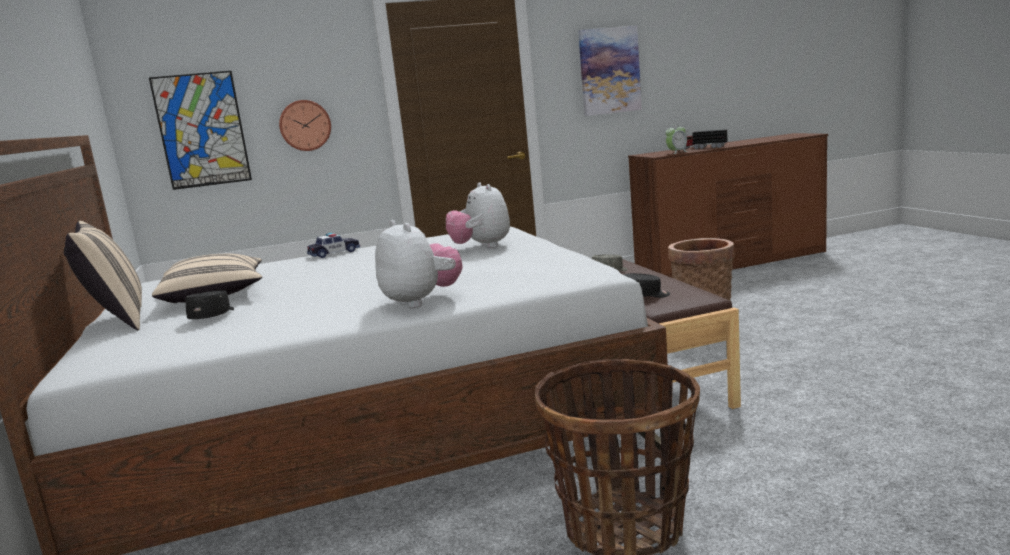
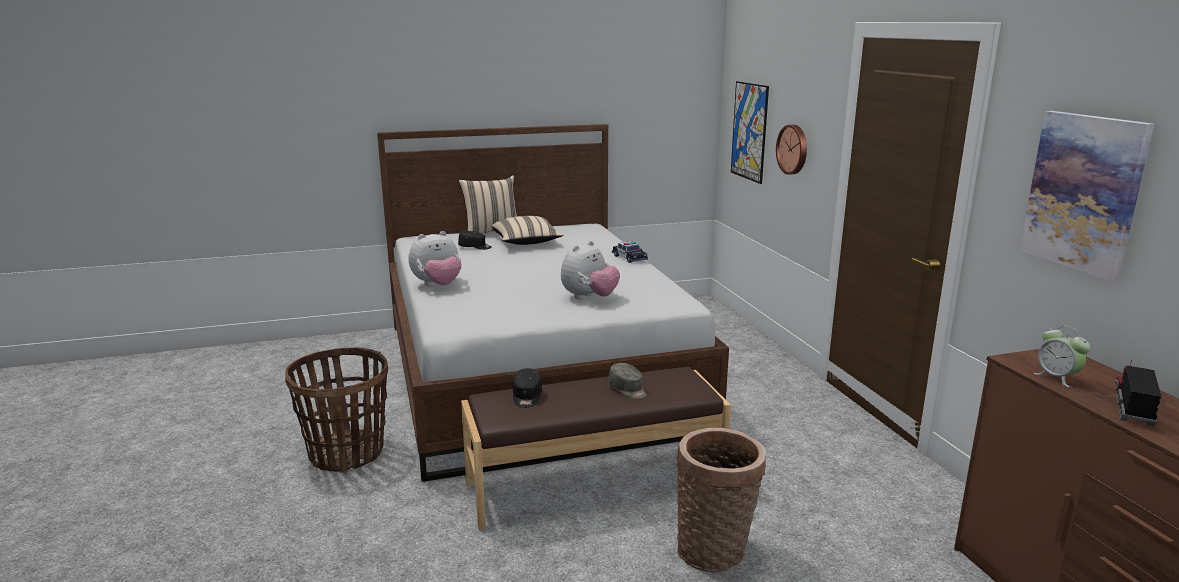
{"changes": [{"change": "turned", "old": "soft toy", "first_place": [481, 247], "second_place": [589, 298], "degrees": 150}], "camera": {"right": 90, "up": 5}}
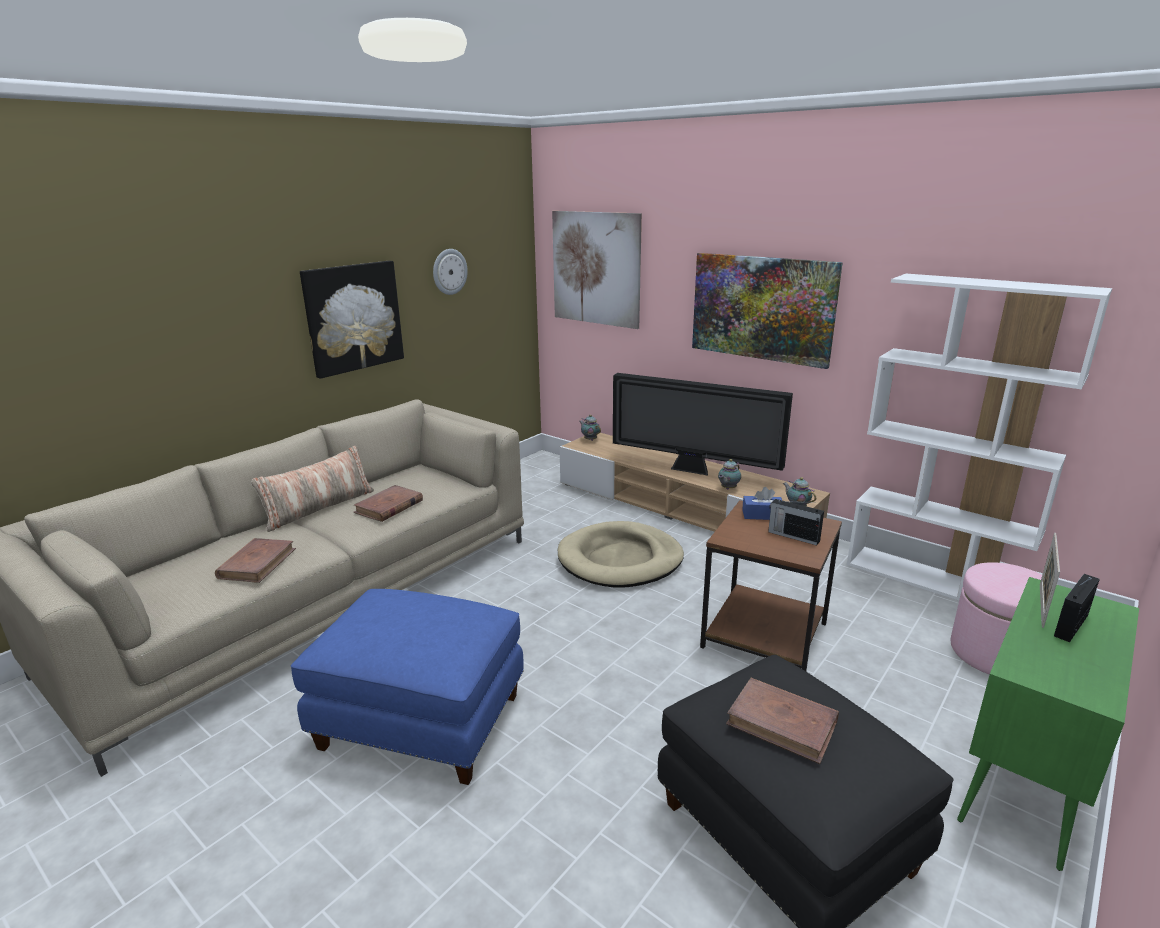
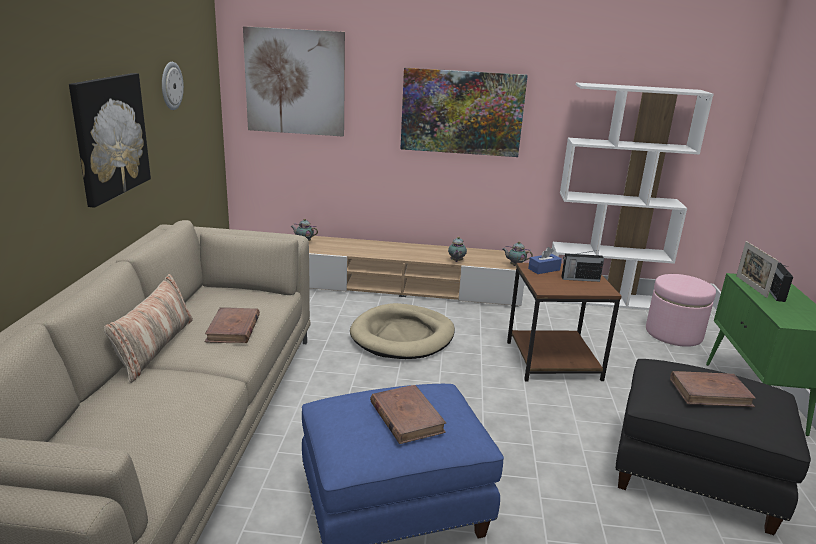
{"changes": [{"change": "removed", "old": "TV set", "first_place": [693, 470]}, {"change": "moved", "old": "brown-coloured book", "first_place": [257, 563], "second_place": [406, 417]}], "camera": {"right": -35, "up": 0}}
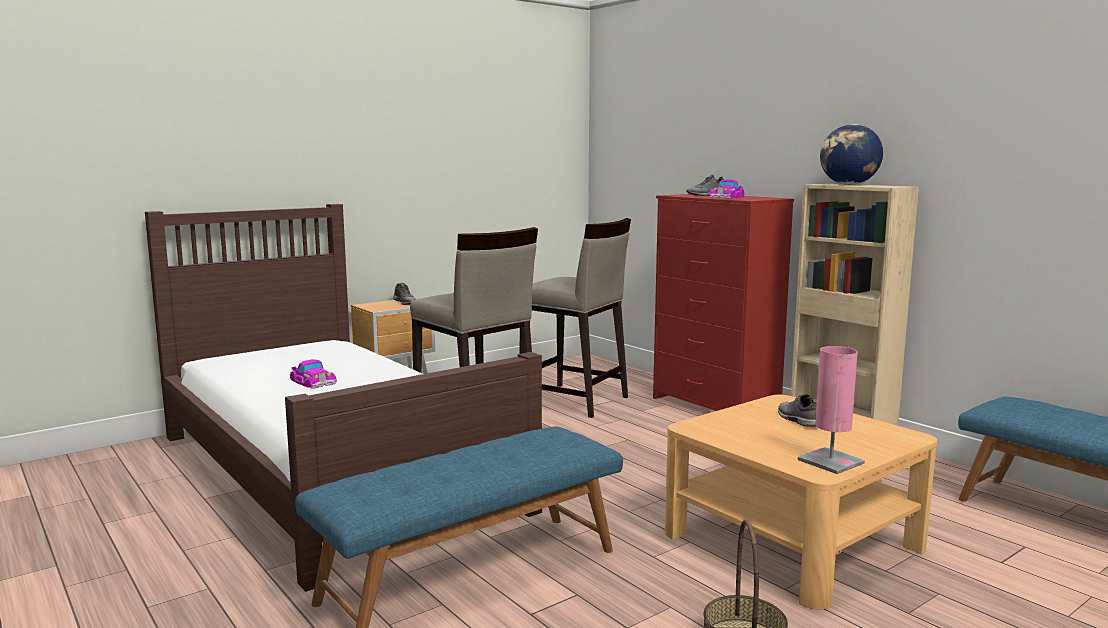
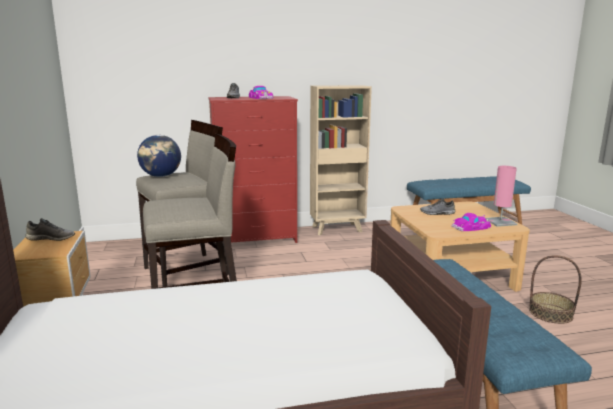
{"changes": [{"change": "moved", "old": "world globe", "first_place": [849, 184], "second_place": [161, 176]}, {"change": "moved", "old": "model car", "first_place": [312, 381], "second_place": [471, 227]}], "camera": {"right": -65, "up": 5}}
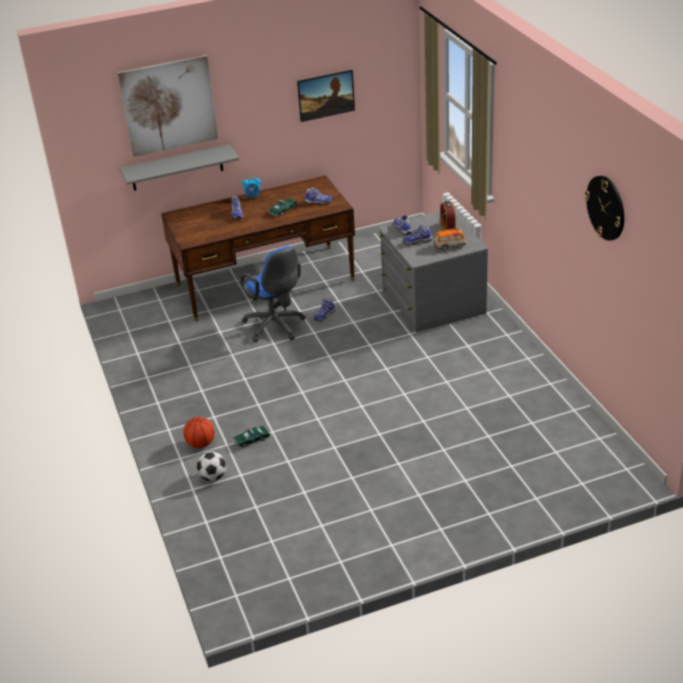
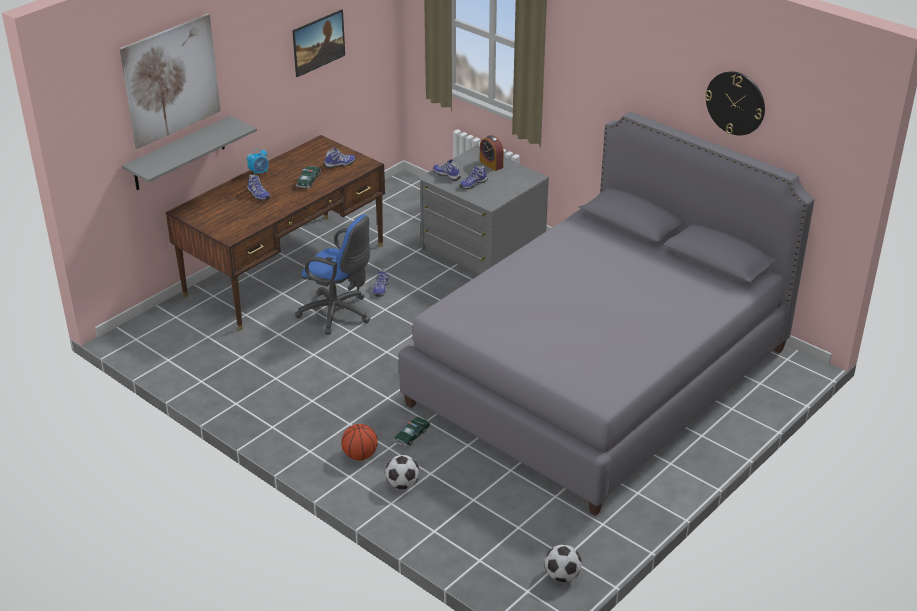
{"changes": [{"change": "removed", "old": "model car", "first_place": [449, 246]}, {"change": "added", "new": "grey sleeping bed", "second_place": [599, 376]}, {"change": "added", "new": "football ball", "second_place": [562, 576]}], "camera": {"right": -30, "up": 0}}
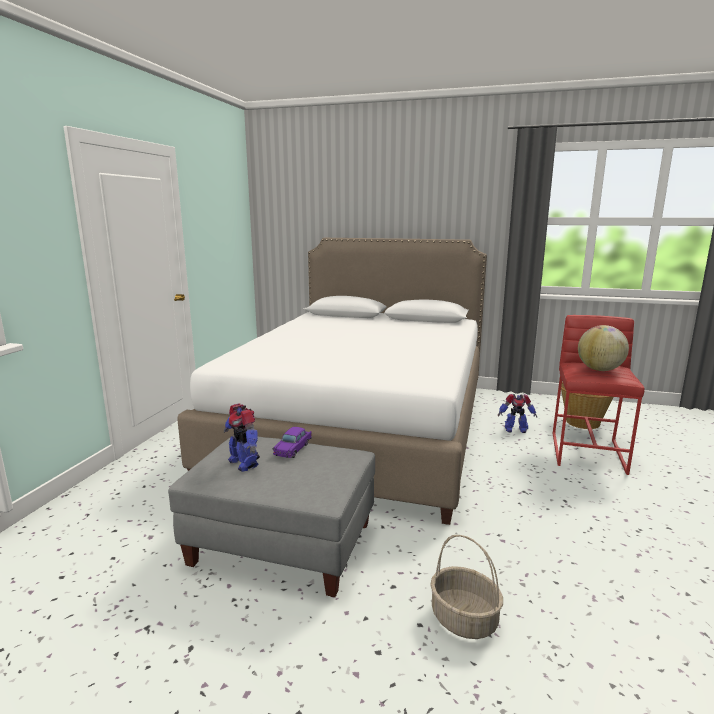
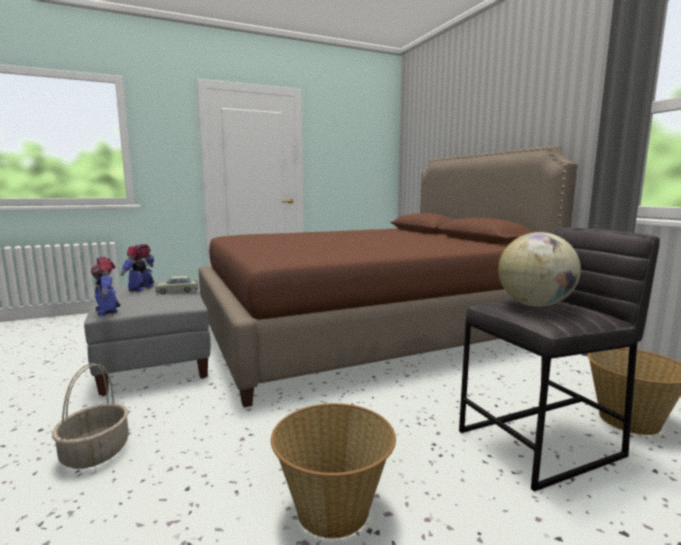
{"changes": [{"change": "recoloured", "old": "white sleeping bed", "new": "brown-coloured sleeping bed", "first_place": [361, 426], "second_place": [365, 331]}, {"change": "recoloured", "old": "red-coloured sitting stool", "new": "grey sitting stool", "first_place": [588, 452], "second_place": [541, 444]}, {"change": "moved", "old": "robot figure", "first_place": [515, 430], "second_place": [107, 311]}, {"change": "recoloured", "old": "purple model car", "new": "sand-coloured model car", "first_place": [293, 448], "second_place": [177, 291]}, {"change": "added", "new": "household basket", "second_place": [333, 510]}], "camera": {"right": 50, "up": -5}}
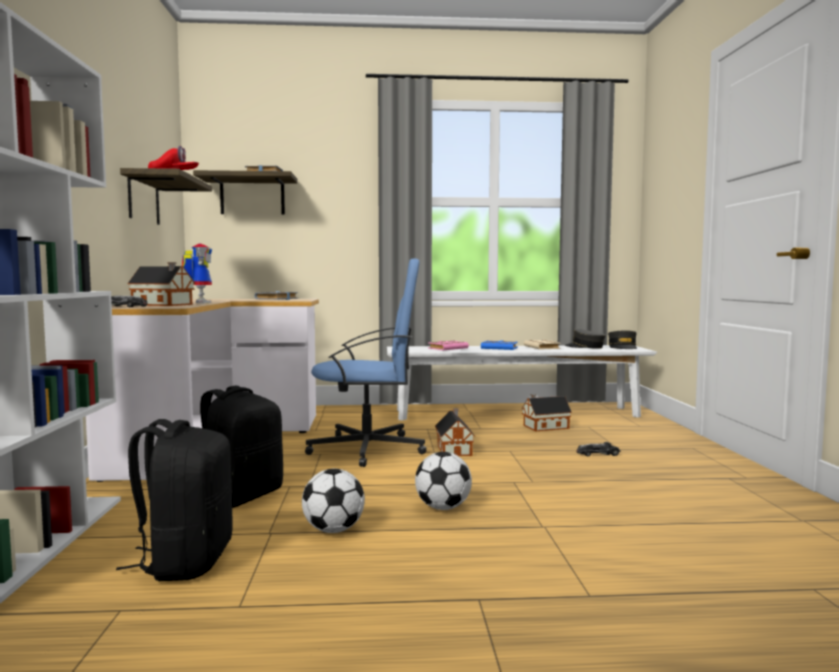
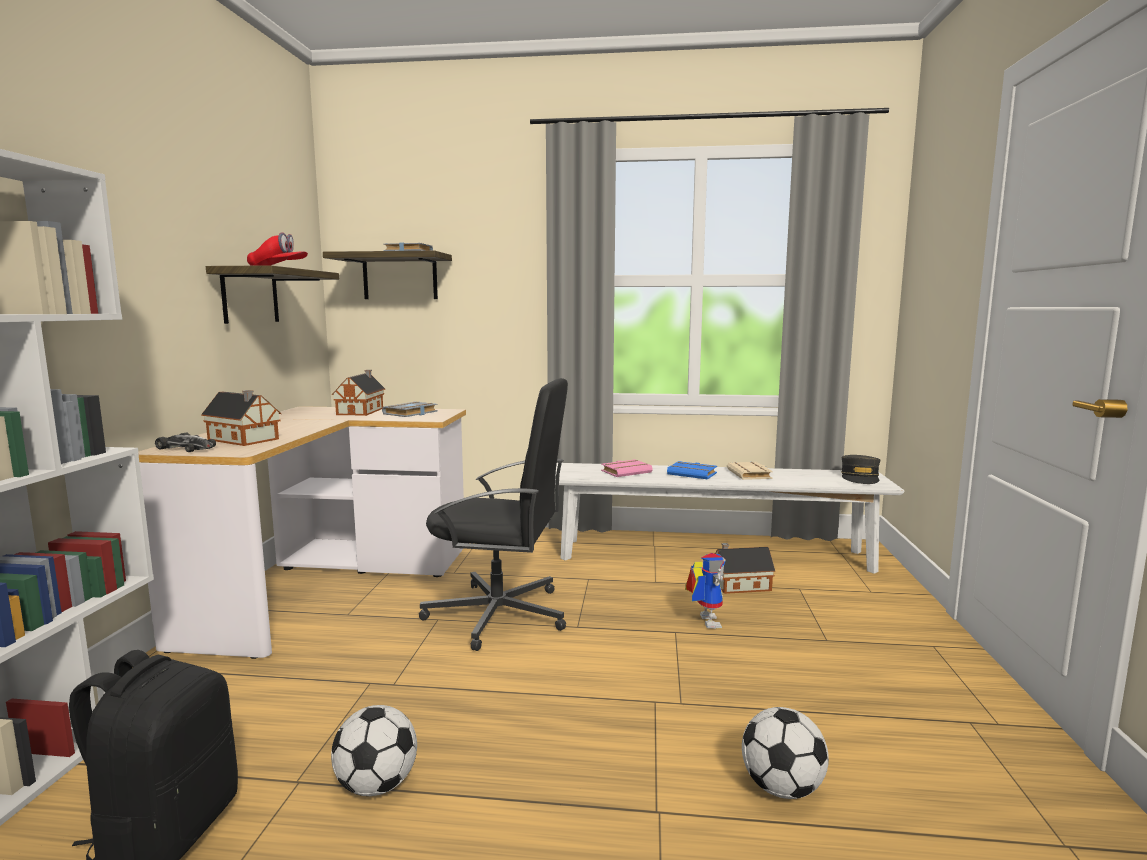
{"changes": [{"change": "moved", "old": "robot figure", "first_place": [199, 303], "second_place": [704, 620]}, {"change": "recoloured", "old": "bluish desk chair", "new": "black-coloured desk chair", "first_place": [369, 449], "second_place": [500, 615]}, {"change": "removed", "old": "grey baseball cap", "first_place": [584, 347]}, {"change": "removed", "old": "black-coloured rucksack", "first_place": [241, 497]}, {"change": "moved", "old": "model house", "first_place": [454, 449], "second_place": [361, 411]}, {"change": "removed", "old": "model car", "first_place": [598, 453]}, {"change": "moved", "old": "football ball", "first_place": [443, 508], "second_place": [782, 788]}], "camera": {"right": 10, "up": 5}}
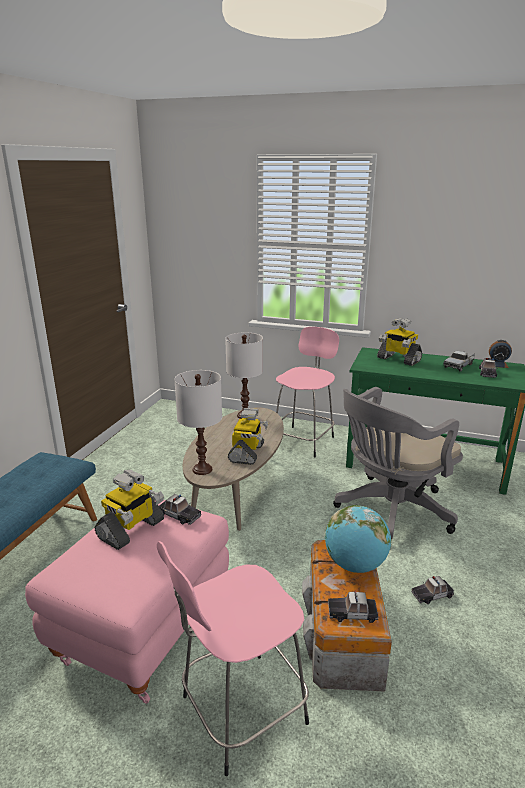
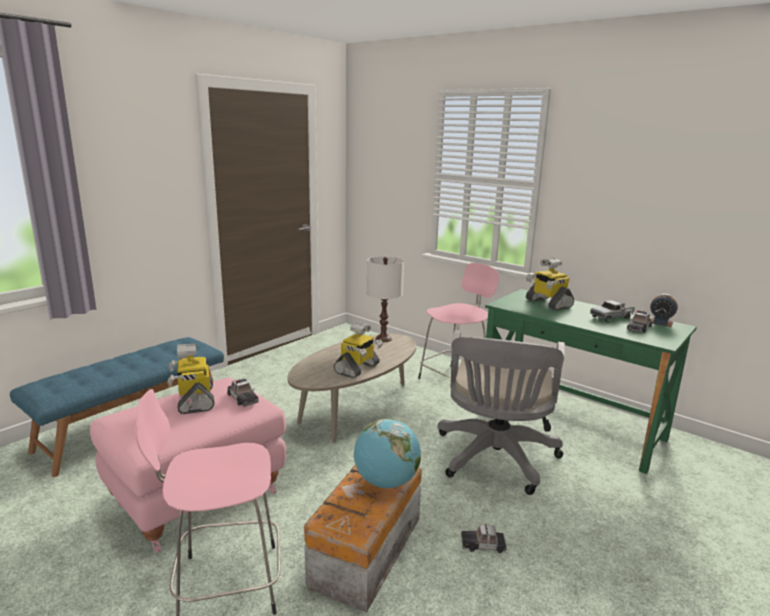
{"changes": [{"change": "removed", "old": "white table lamp", "first_place": [202, 469]}, {"change": "turned", "old": "grey desk chair", "first_place": [389, 512], "second_place": [495, 460], "degrees": -60}, {"change": "turned", "old": "robot figure", "first_place": [131, 530], "second_place": [195, 400], "degrees": 105}, {"change": "removed", "old": "model car", "first_place": [352, 612]}], "camera": {"right": 20, "up": -5}}
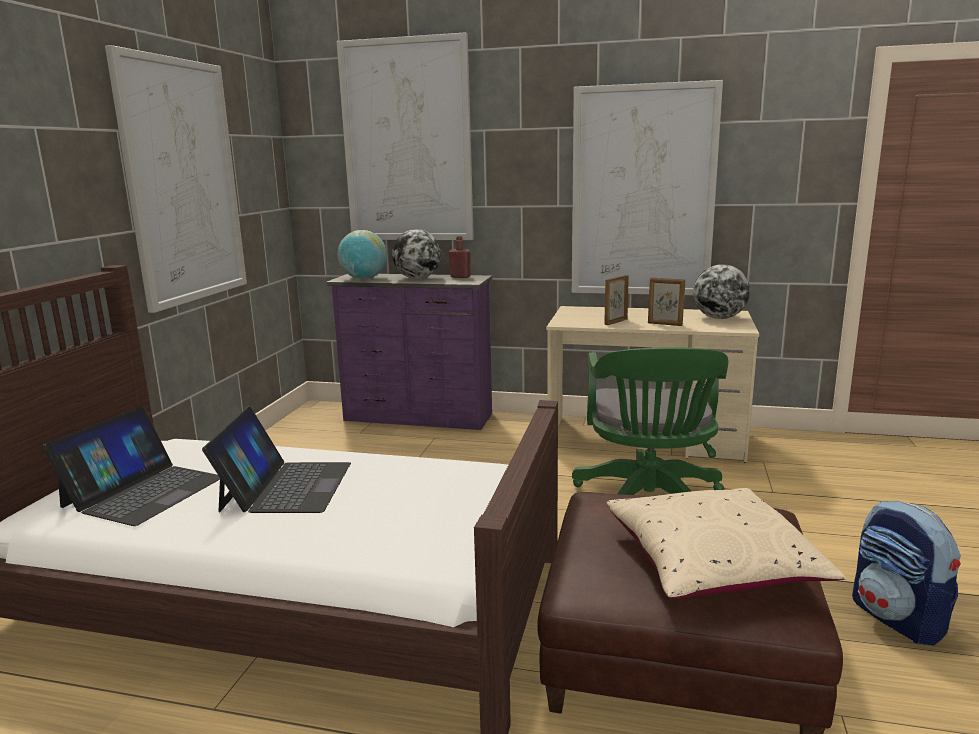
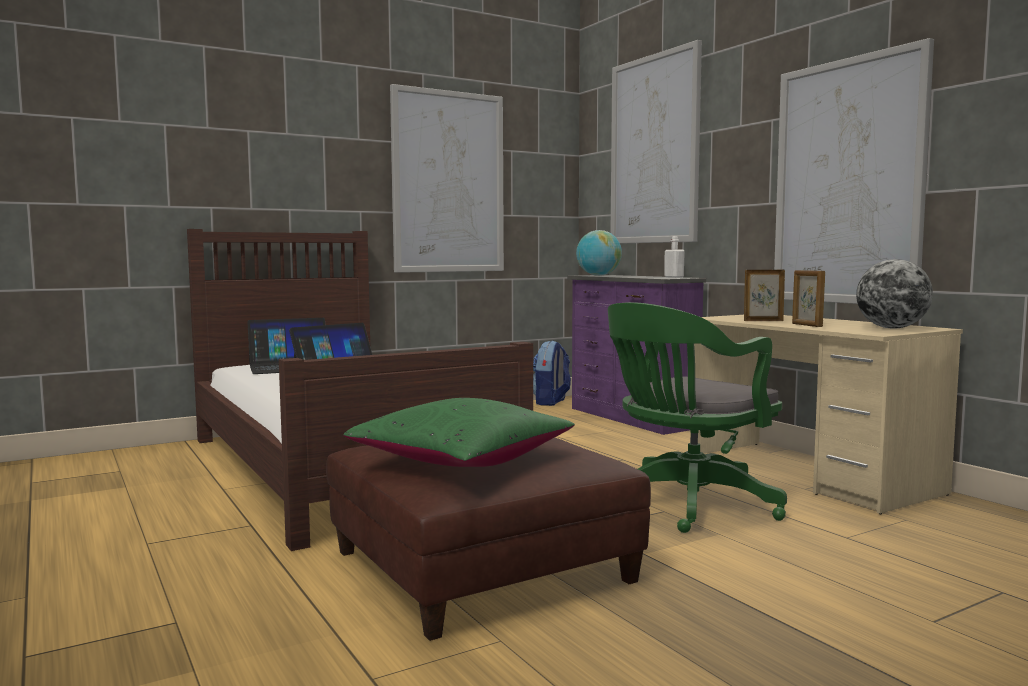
{"changes": [{"change": "removed", "old": "world globe", "first_place": [417, 278]}, {"change": "recoloured", "old": "red-coloured bottle", "new": "white bottle", "first_place": [460, 277], "second_place": [674, 277]}, {"change": "recoloured", "old": "sand-coloured pillow", "new": "green-coloured pillow", "first_place": [711, 564], "second_place": [462, 459]}, {"change": "moved", "old": "rucksack", "first_place": [898, 619], "second_place": [551, 402]}], "camera": {"right": 45, "up": -10}}
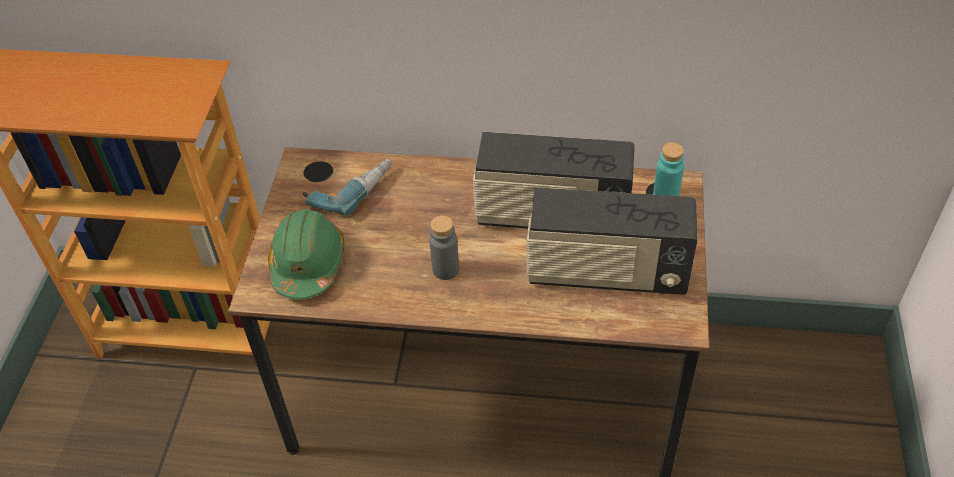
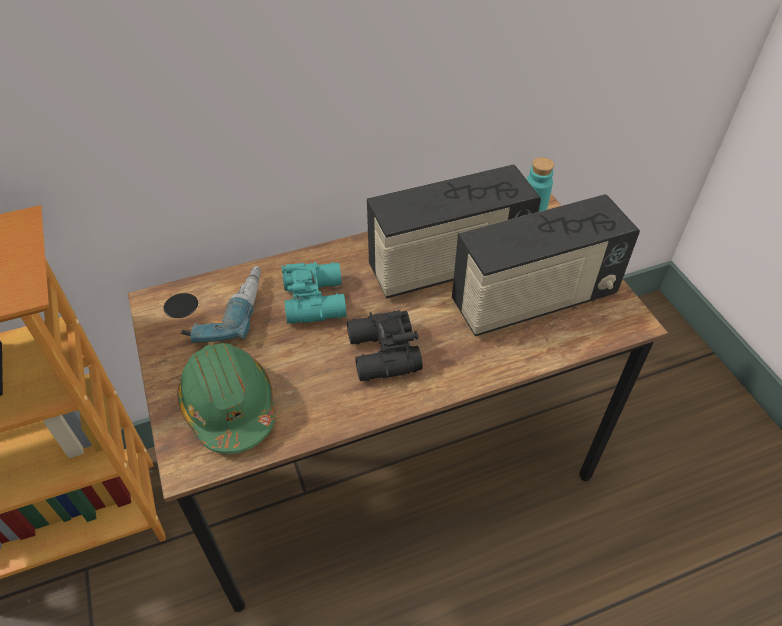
{"changes": [{"change": "replaced", "old": "grey bottle", "new": "black-coloured pair of binoculars", "first_place": [445, 269], "second_place": [382, 355]}, {"change": "added", "new": "turquoise-coloured pair of binoculars", "second_place": [316, 299]}], "camera": {"right": -30, "up": 0}}
